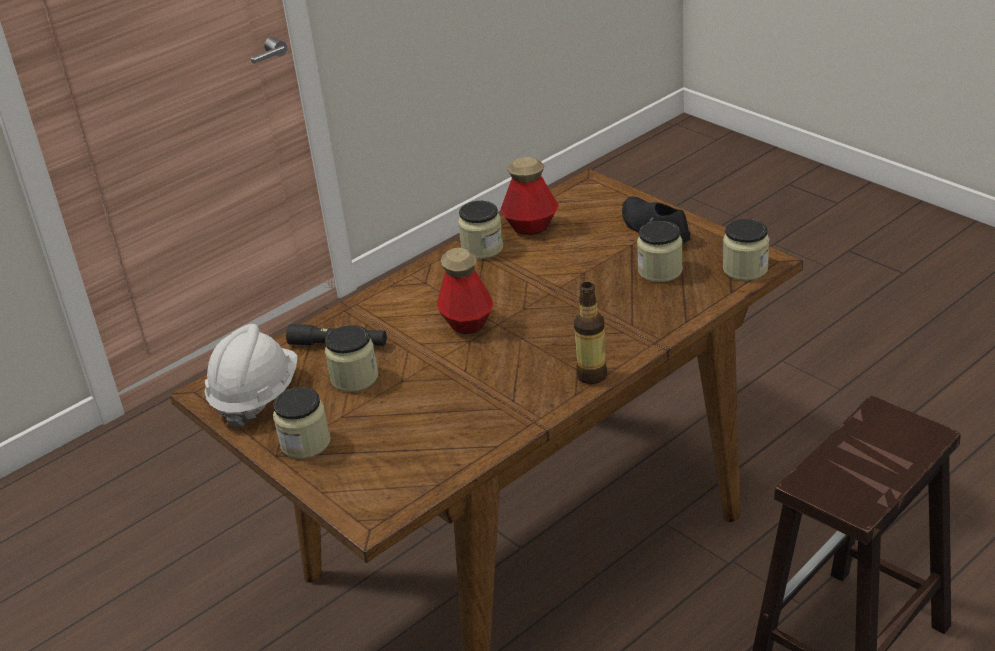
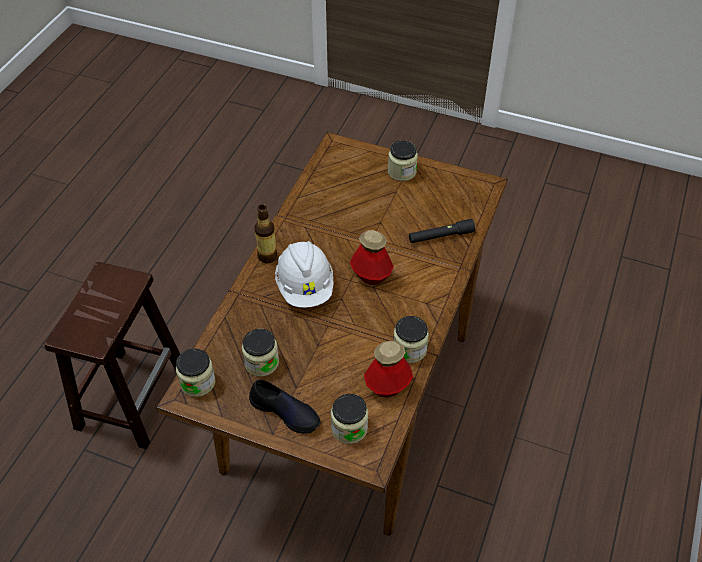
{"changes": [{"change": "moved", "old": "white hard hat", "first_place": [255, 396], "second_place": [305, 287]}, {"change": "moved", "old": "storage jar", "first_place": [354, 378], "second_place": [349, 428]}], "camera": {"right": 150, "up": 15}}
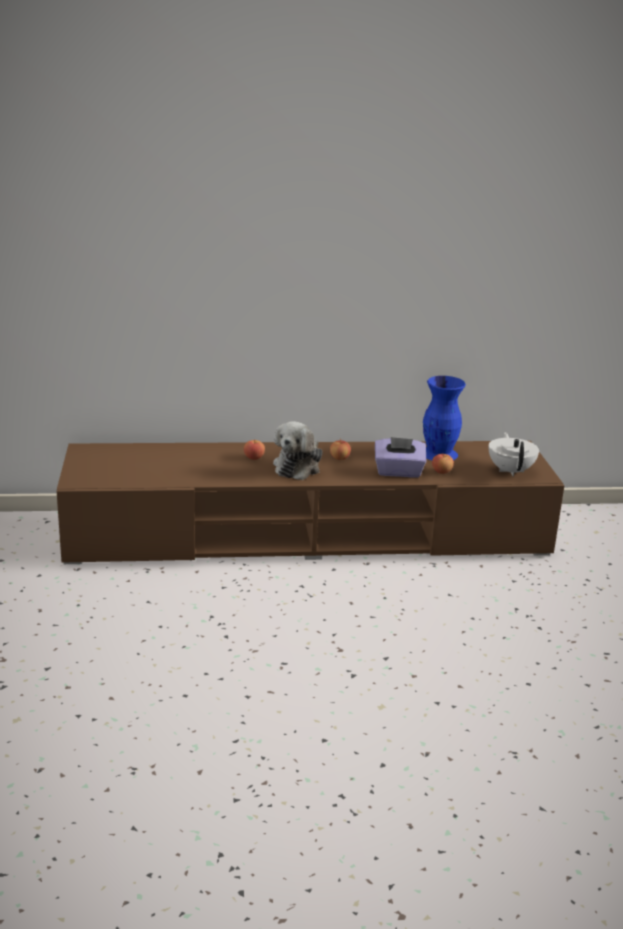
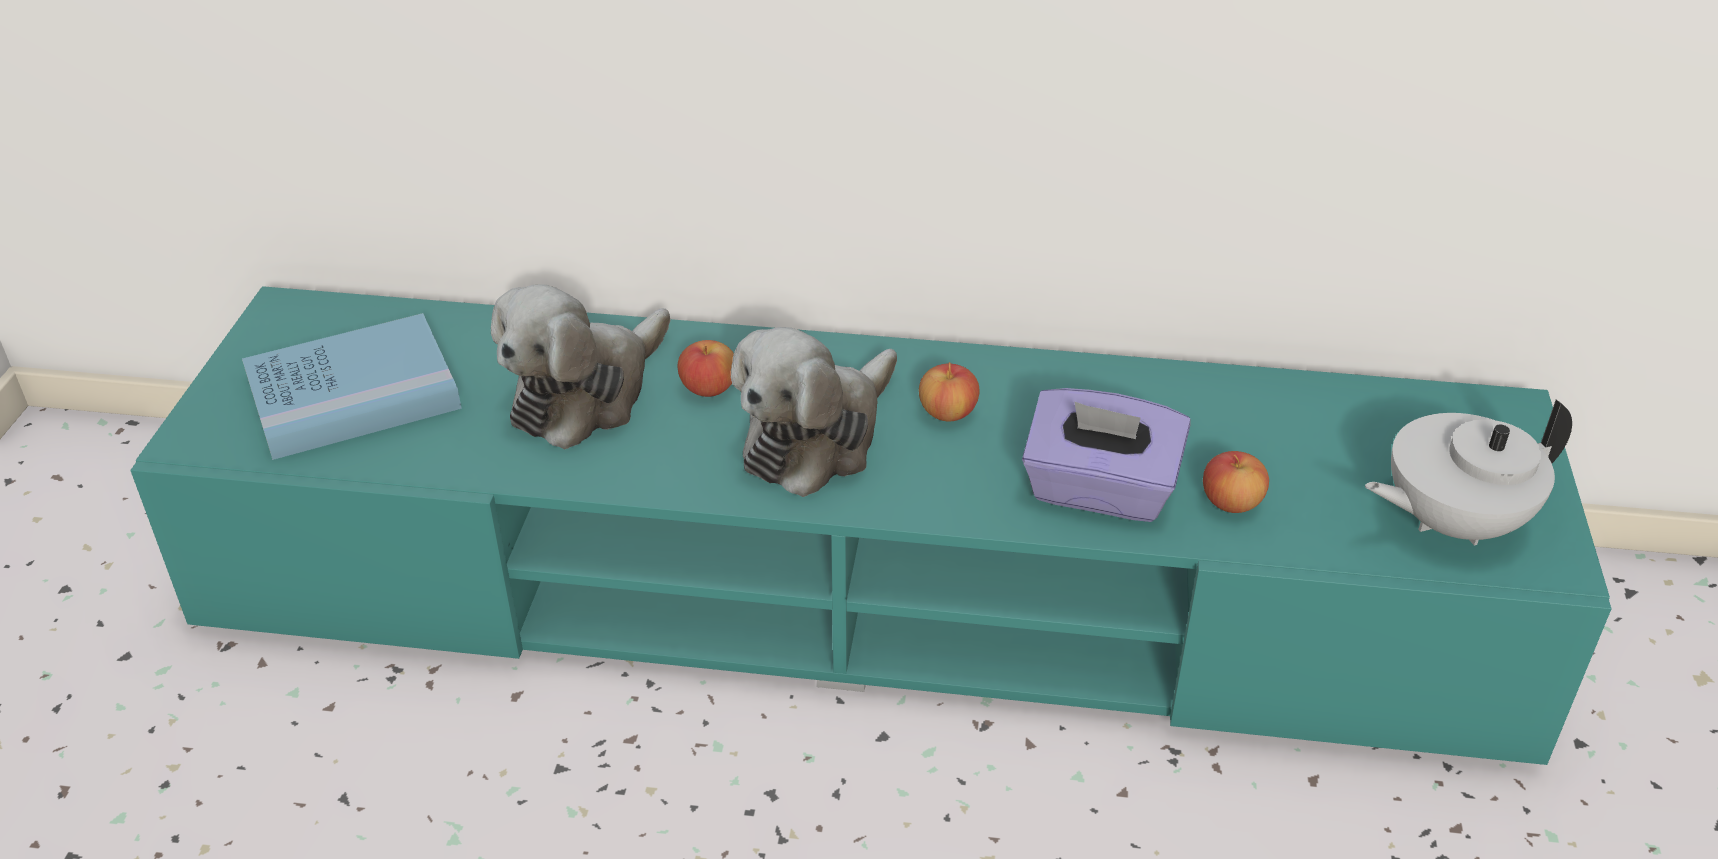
{"changes": [{"change": "removed", "old": "bluish vase", "first_place": [440, 453]}, {"change": "turned", "old": "white tea pot", "first_place": [511, 471], "second_place": [1450, 521], "degrees": -120}, {"change": "recoloured", "old": "brown-coloured media console", "new": "turquoise-coloured media console", "first_place": [309, 535], "second_place": [862, 593]}, {"change": "added", "new": "soft toy", "second_place": [586, 394]}, {"change": "added", "new": "bluish book", "second_place": [353, 393]}], "camera": {"right": 15, "up": 15}}
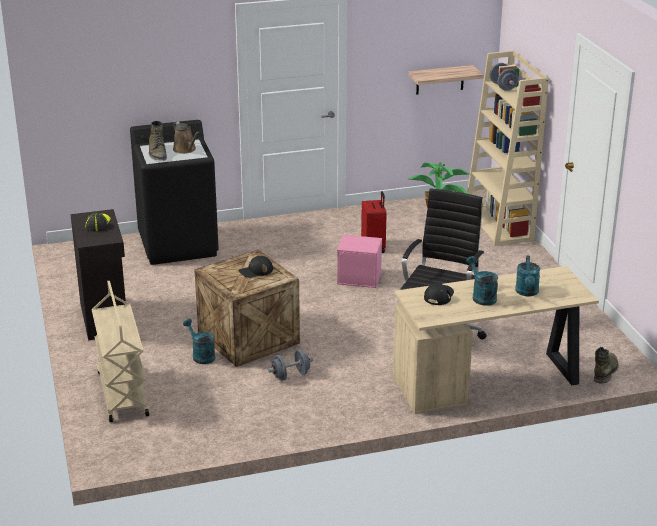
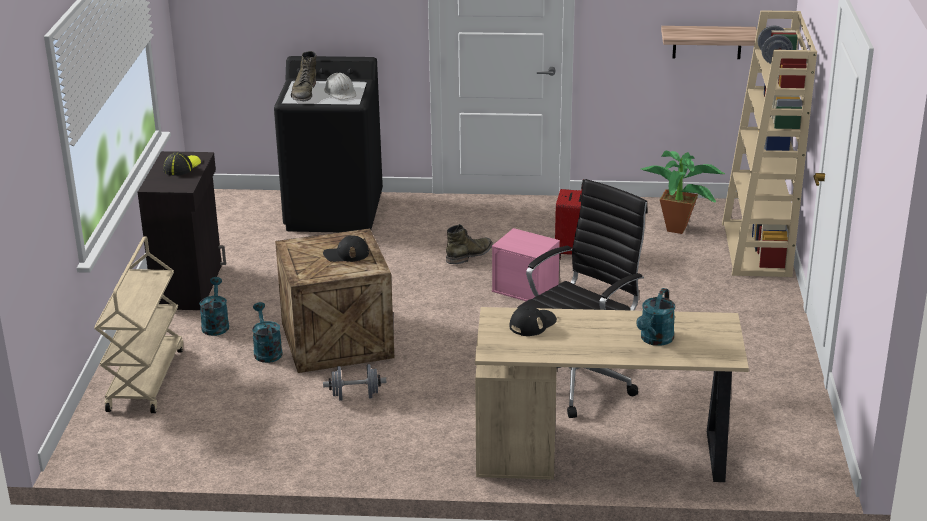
{"changes": [{"change": "replaced", "old": "brown-coloured watering can", "new": "white hard hat", "first_place": [185, 149], "second_place": [340, 92]}, {"change": "moved", "old": "turquoise-coloured watering can", "first_place": [481, 296], "second_place": [215, 324]}, {"change": "moved", "old": "green-coloured boot", "first_place": [605, 371], "second_place": [470, 255]}], "camera": {"right": 20, "up": 0}}
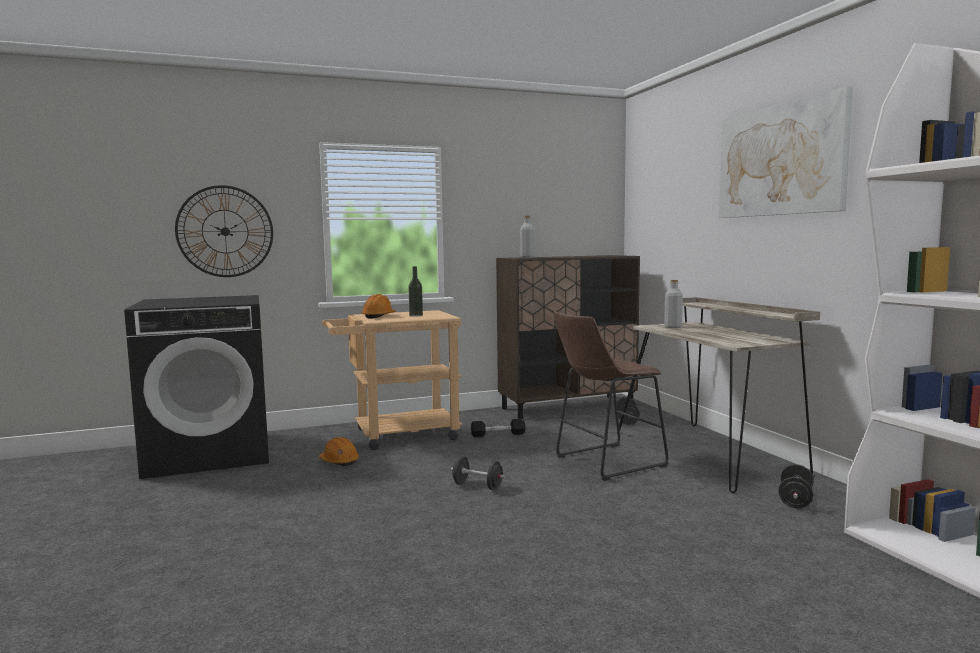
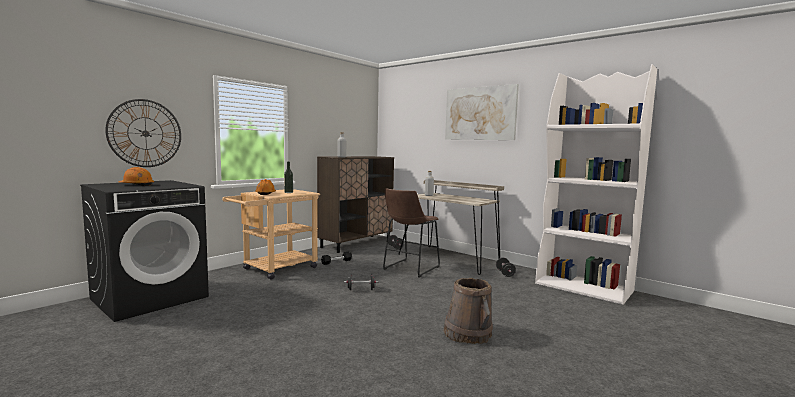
{"changes": [{"change": "moved", "old": "orangey hard hat", "first_place": [339, 461], "second_place": [137, 185]}, {"change": "added", "new": "brown-coloured pail", "second_place": [468, 333]}], "camera": {"right": -30, "up": 0}}
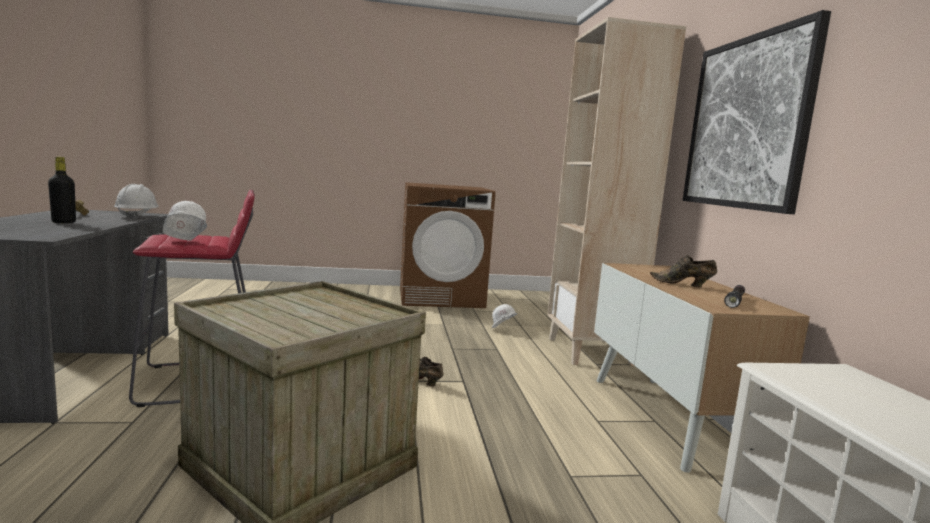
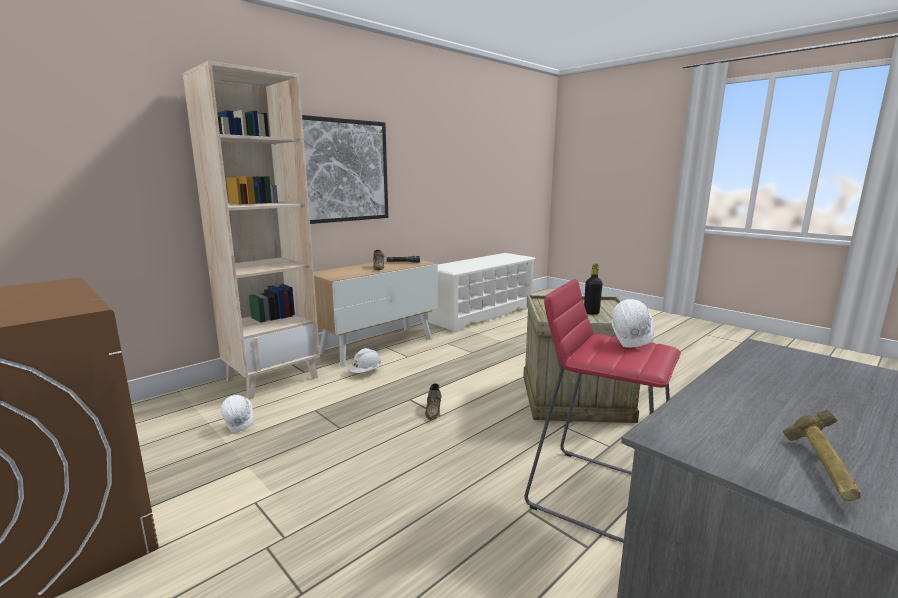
{"changes": [{"change": "moved", "old": "black-coloured bottle", "first_place": [64, 222], "second_place": [591, 313]}, {"change": "moved", "old": "white hard hat", "first_place": [137, 216], "second_place": [365, 372]}], "camera": {"right": -125, "up": 5}}
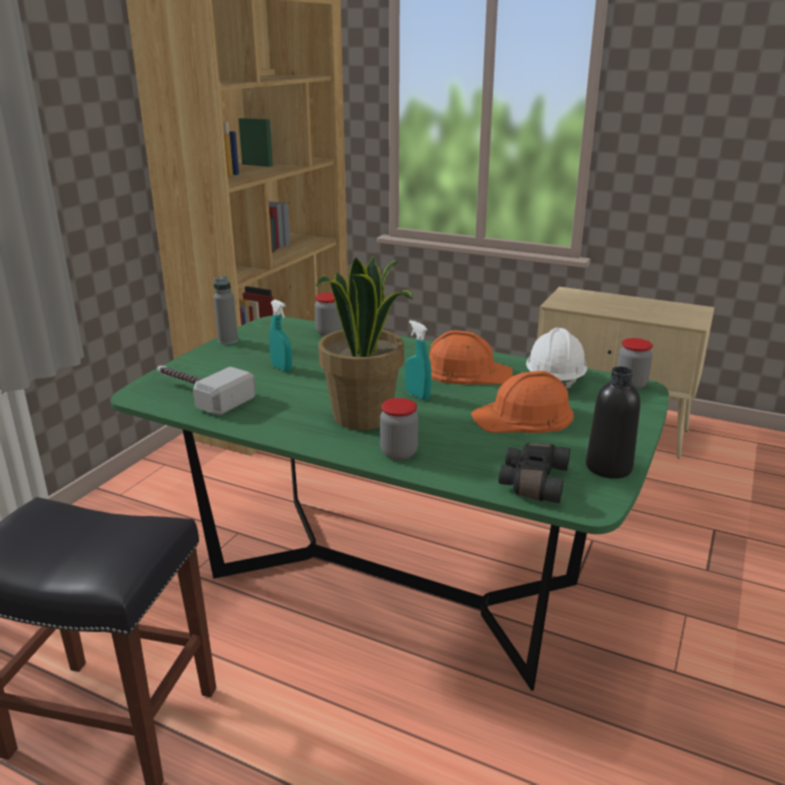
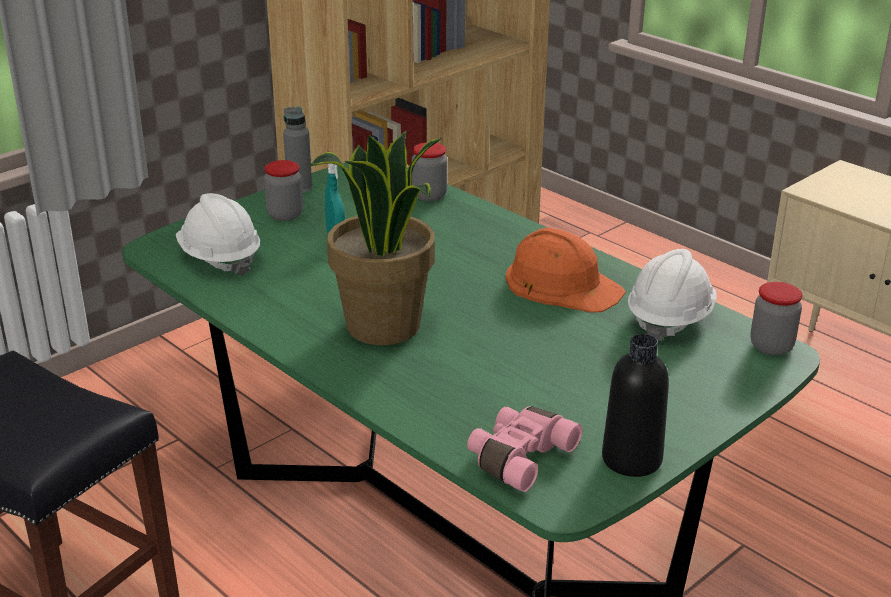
{"changes": [{"change": "removed", "old": "turquoise-coloured sprayer", "first_place": [417, 395]}, {"change": "replaced", "old": "hammer", "new": "white hard hat", "first_place": [198, 394], "second_place": [219, 259]}, {"change": "removed", "old": "orangey hard hat", "first_place": [524, 416]}, {"change": "moved", "old": "storage jar", "first_place": [398, 453], "second_place": [285, 215]}, {"change": "recoloured", "old": "black-coloured pair of binoculars", "new": "pinkish pair of binoculars", "first_place": [532, 482], "second_place": [518, 457]}], "camera": {"right": 20, "up": 5}}
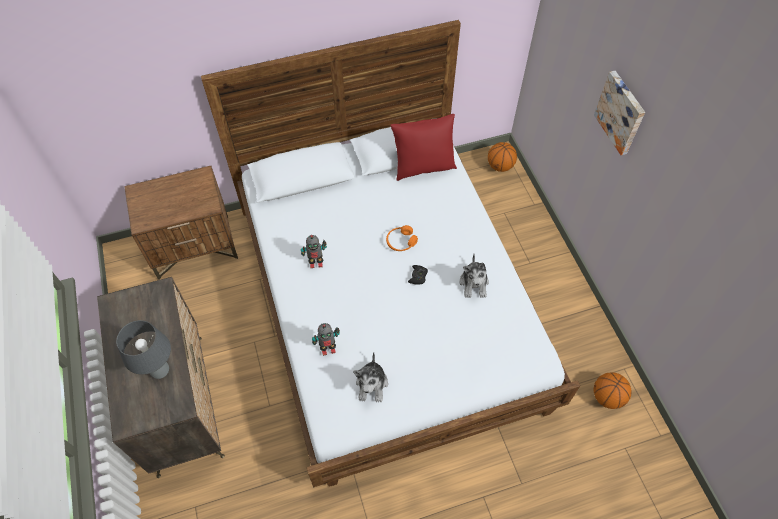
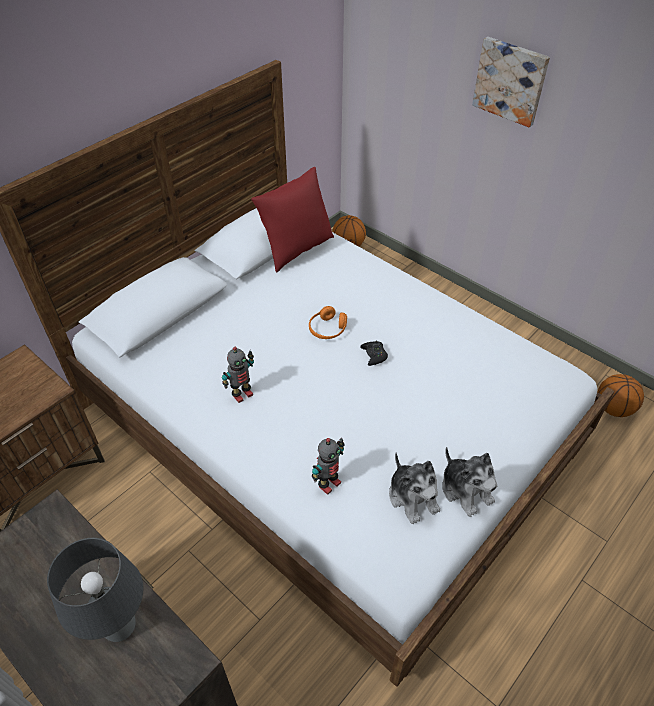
{"changes": [{"change": "moved", "old": "soft toy", "first_place": [474, 283], "second_place": [466, 490]}], "camera": {"right": -30, "up": -10}}
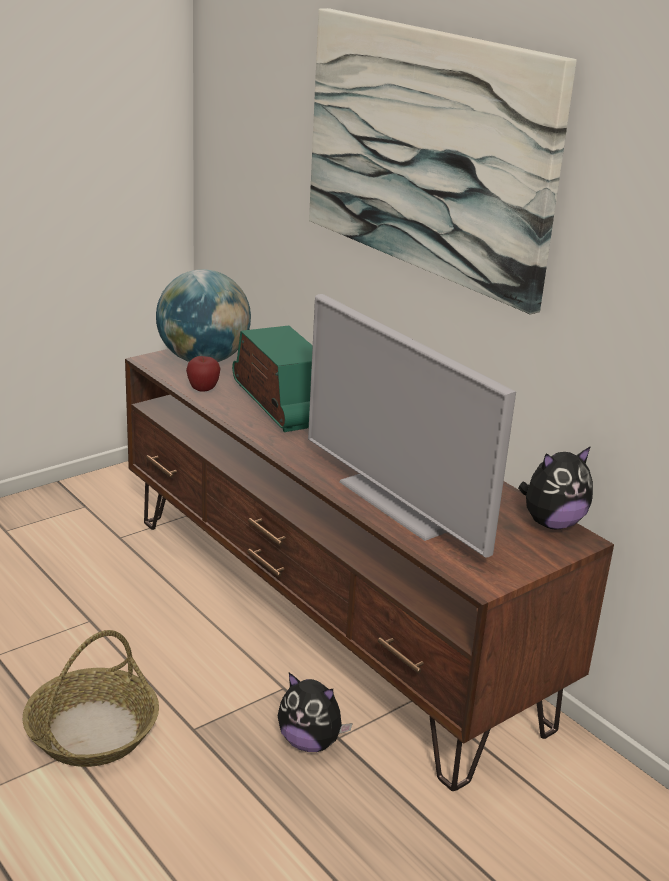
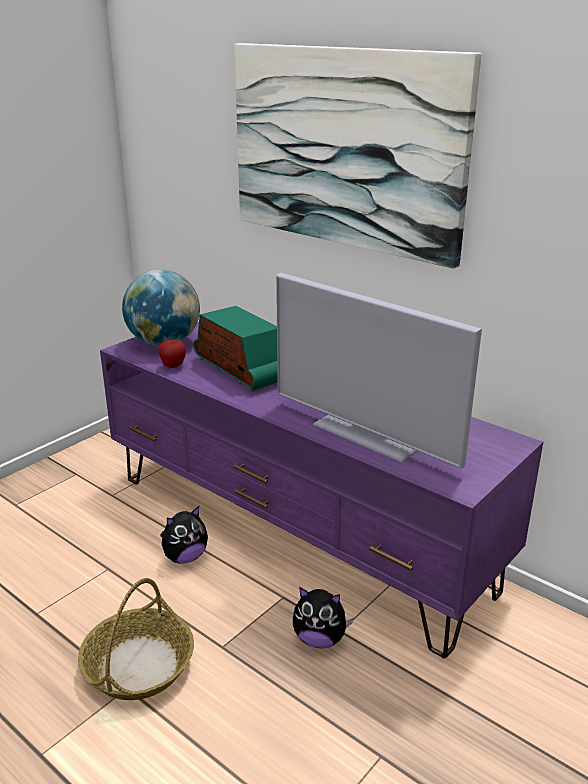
{"changes": [{"change": "recoloured", "old": "brown-coloured media console", "new": "purple media console", "first_place": [327, 615], "second_place": [296, 531]}, {"change": "moved", "old": "soft toy", "first_place": [552, 523], "second_place": [185, 557]}], "camera": {"right": -10, "up": 0}}
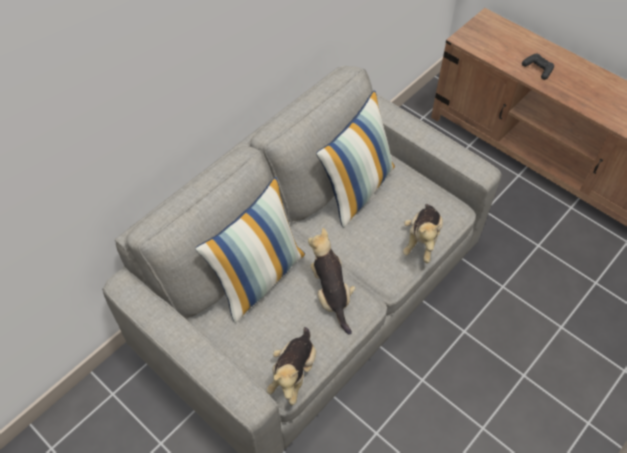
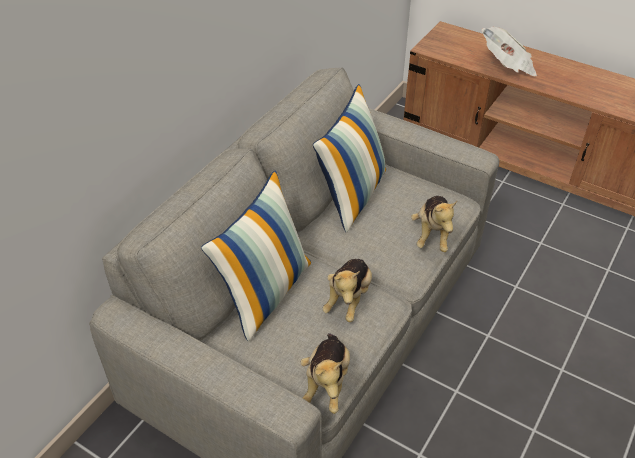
{"changes": [{"change": "replaced", "old": "black-coloured game controller", "new": "daily paper", "first_place": [537, 69], "second_place": [507, 66]}, {"change": "turned", "old": "soft toy", "first_place": [331, 294], "second_place": [348, 299], "degrees": -135}], "camera": {"right": -10, "up": -10}}
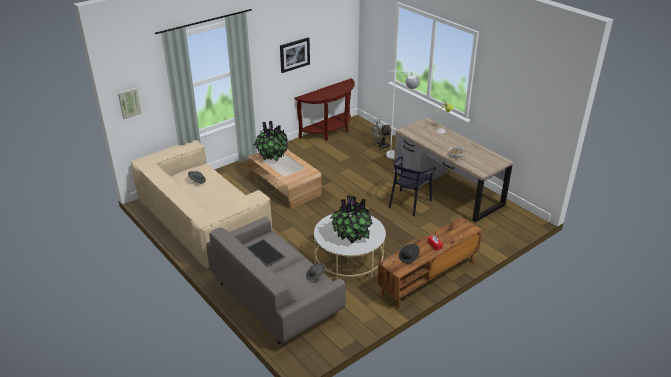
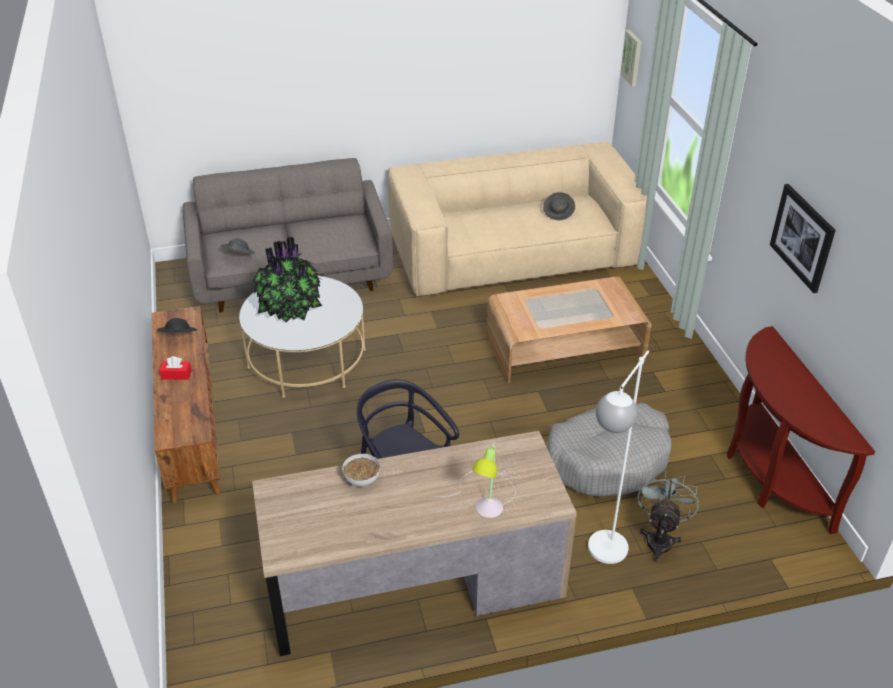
{"changes": [{"change": "removed", "old": "houseplant", "first_place": [271, 156]}, {"change": "removed", "old": "carrying tray", "first_place": [266, 252]}, {"change": "added", "new": "grey dog cushion", "second_place": [607, 459]}], "camera": {"right": 115, "up": 5}}
